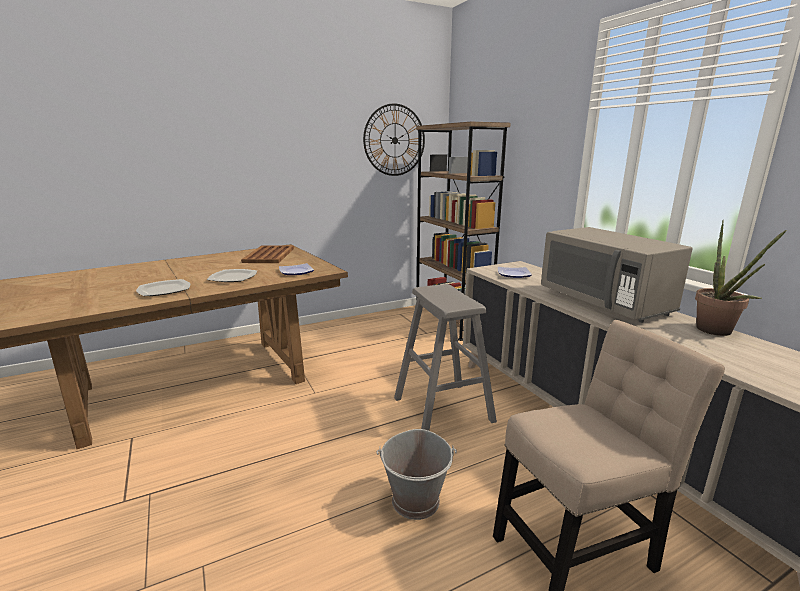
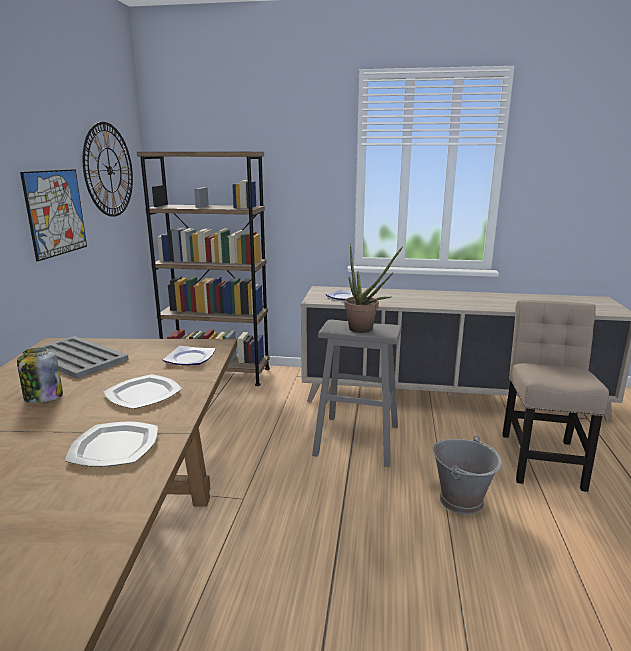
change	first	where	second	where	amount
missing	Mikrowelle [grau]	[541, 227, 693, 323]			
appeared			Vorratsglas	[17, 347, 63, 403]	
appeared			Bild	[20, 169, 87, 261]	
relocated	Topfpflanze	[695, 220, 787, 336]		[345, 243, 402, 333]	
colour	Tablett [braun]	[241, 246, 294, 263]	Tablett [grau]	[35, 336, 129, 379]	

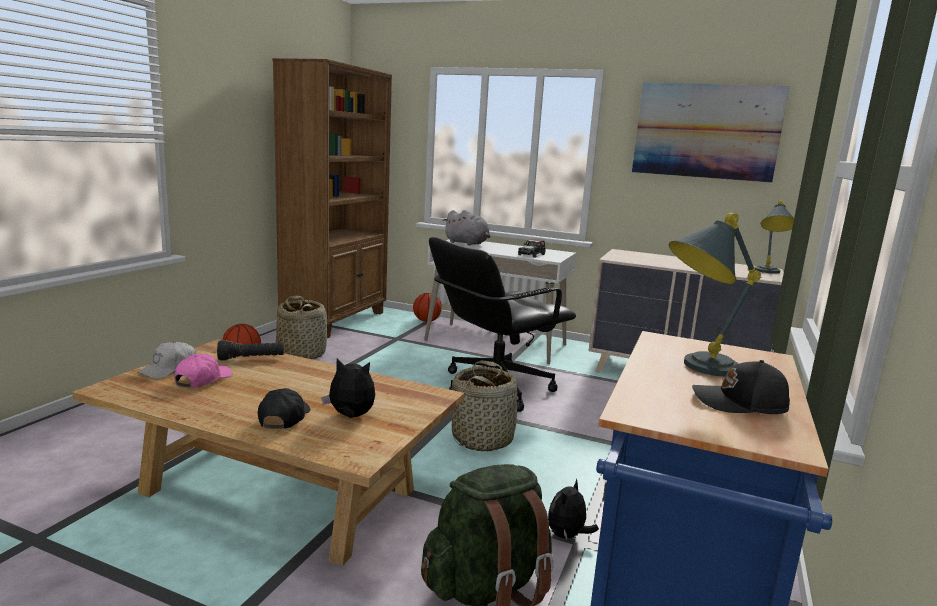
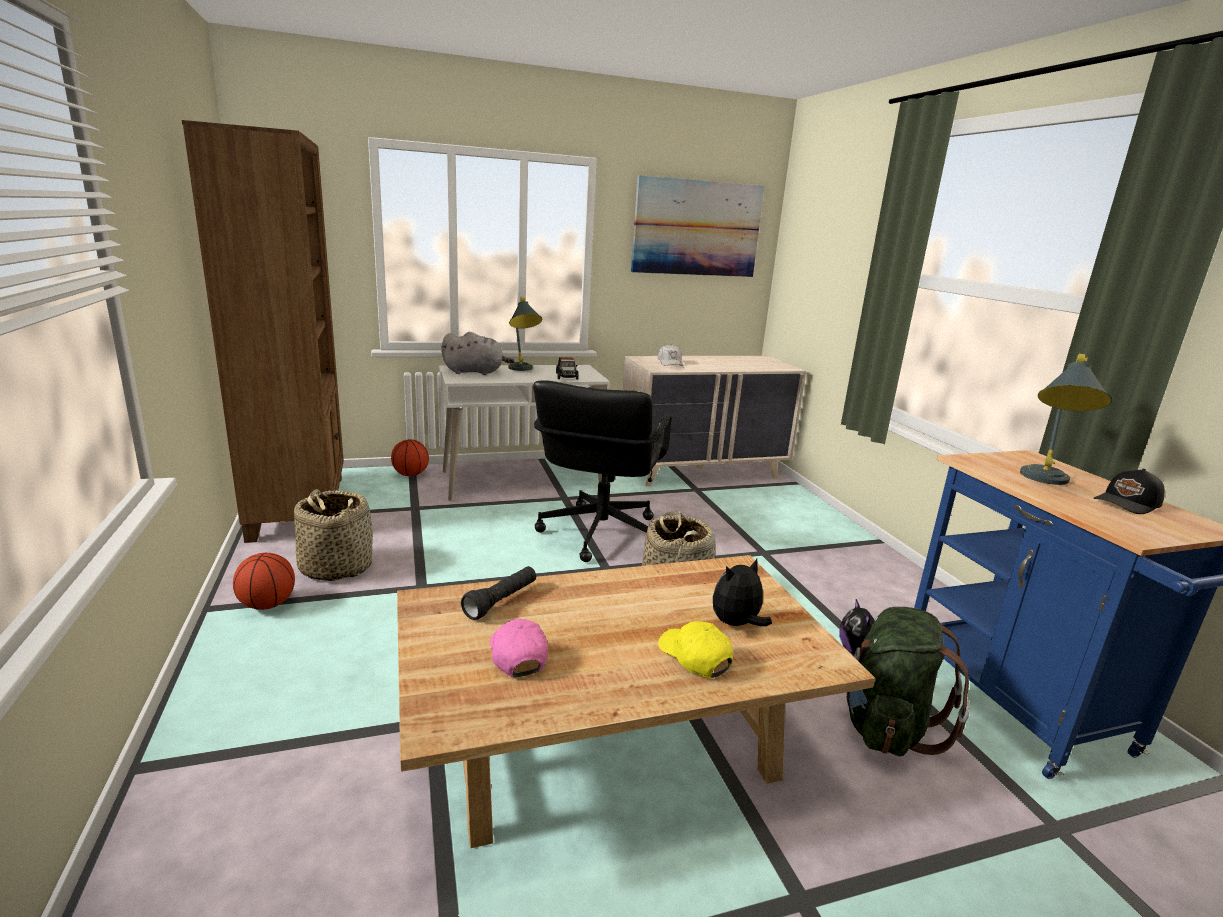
change	first	where	second	where	amount
relocated	Kappe [weiß]	[137, 341, 196, 379]		[658, 344, 684, 366]	
relocated	Tischlampe [grau]	[755, 200, 794, 274]		[508, 297, 542, 371]	
colour	Kappe [schwarz]	[258, 388, 310, 429]	Kappe [gelb]	[658, 621, 733, 678]	

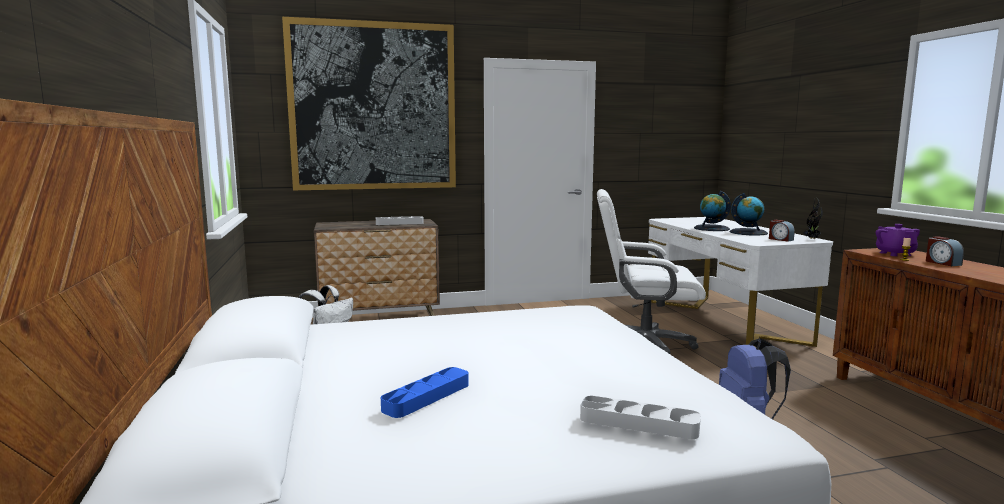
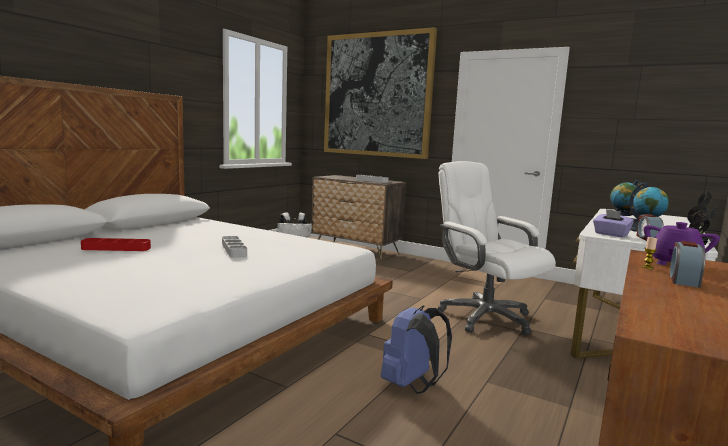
change	first	where	second	where	amount
appeared			Taschentuchbox [lila]	[593, 209, 634, 237]	
relocated	Tablett [grau]	[580, 396, 701, 439]		[222, 236, 247, 258]	
colour	Tablett [blau]	[381, 367, 469, 418]	Tablett [rot]	[81, 238, 151, 251]	

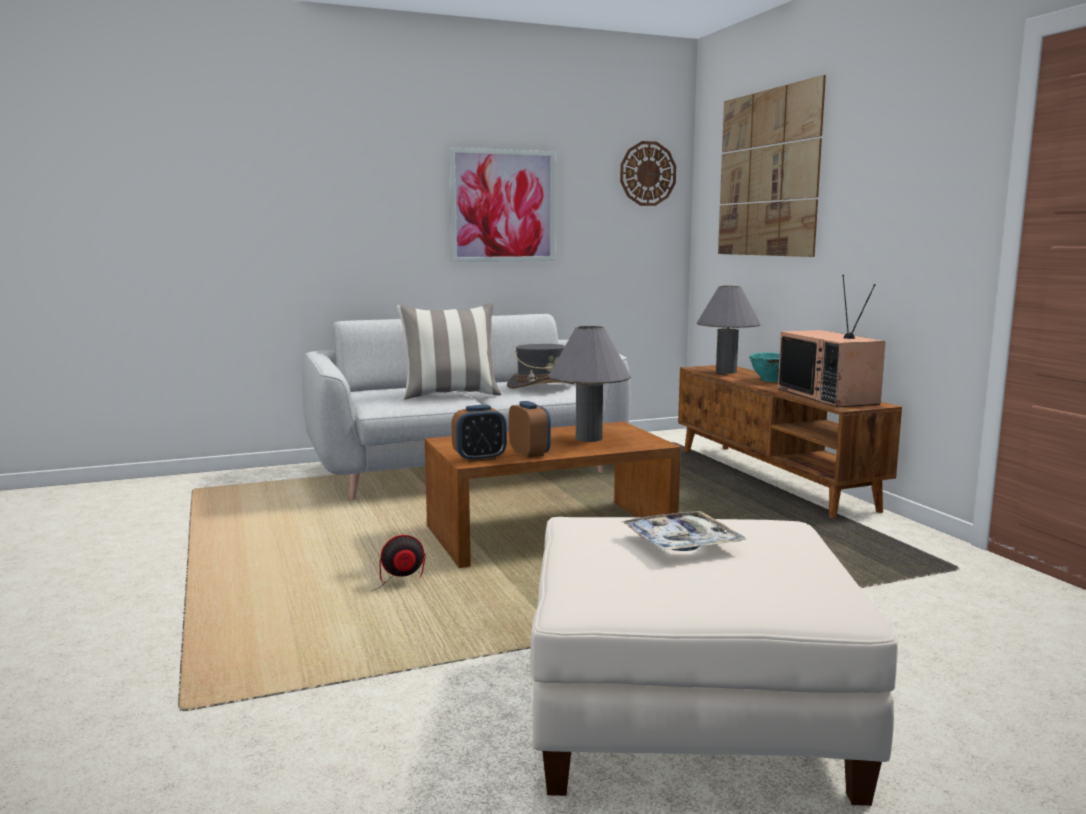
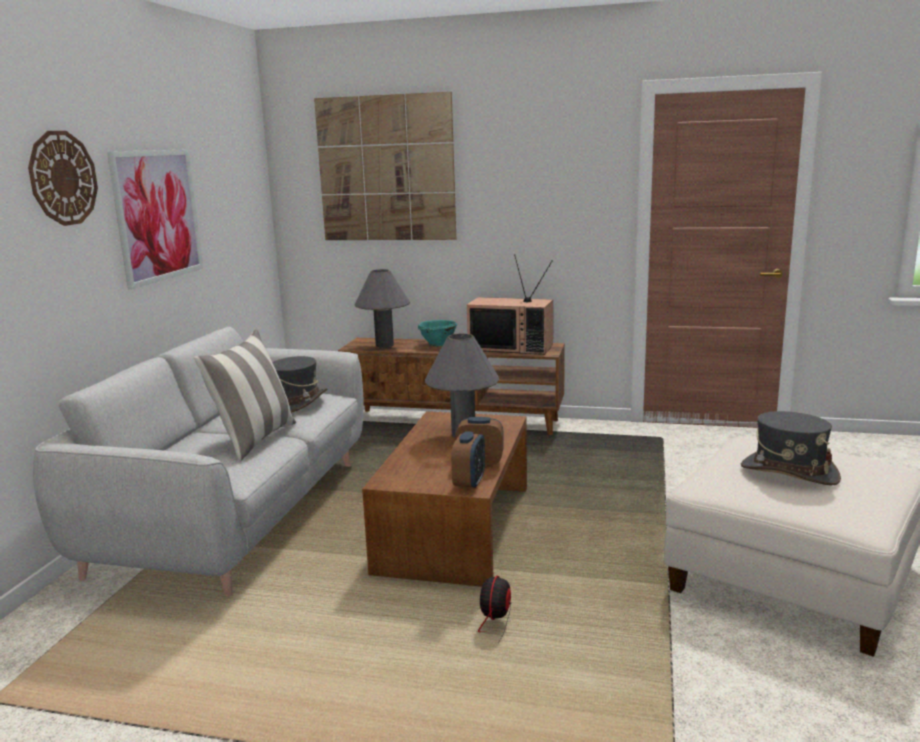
change	first	where	second	where	amount
relocated	Wanduhr	[620, 141, 676, 206]		[28, 131, 98, 226]	
exchanged	Tablett	[621, 511, 746, 552]	Hut [grau]	[741, 411, 841, 486]	

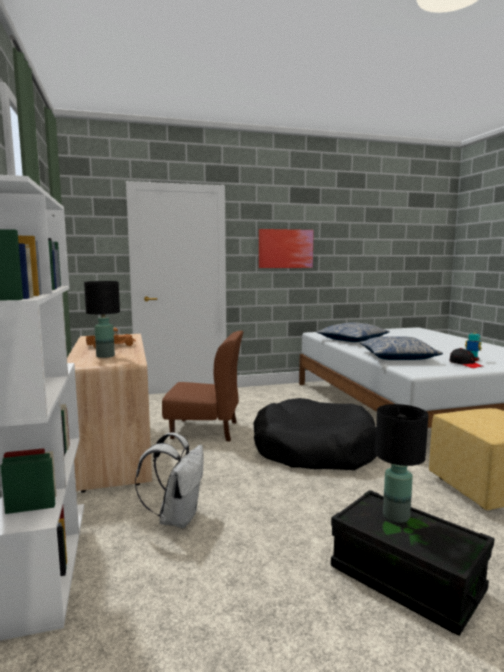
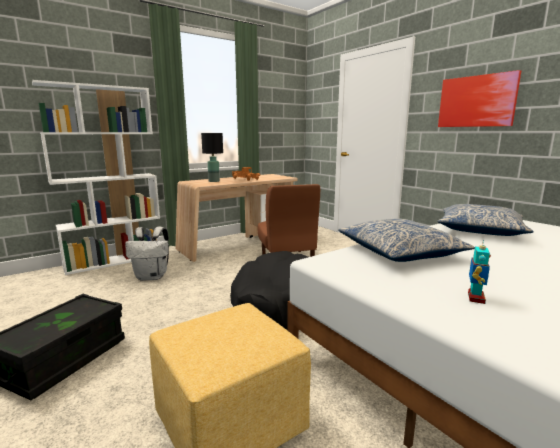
change	first	where	second	where	amount
missing	Tischlampe [schwarz]	[375, 404, 428, 523]			
missing	Kappe [schwarz]	[449, 348, 484, 368]			

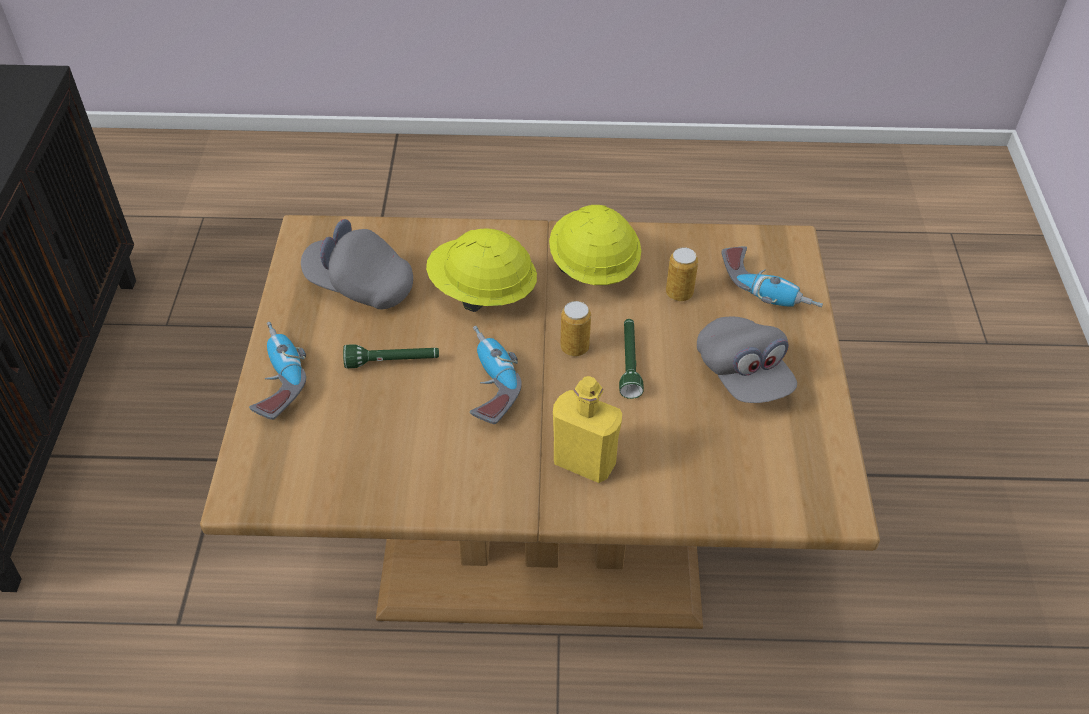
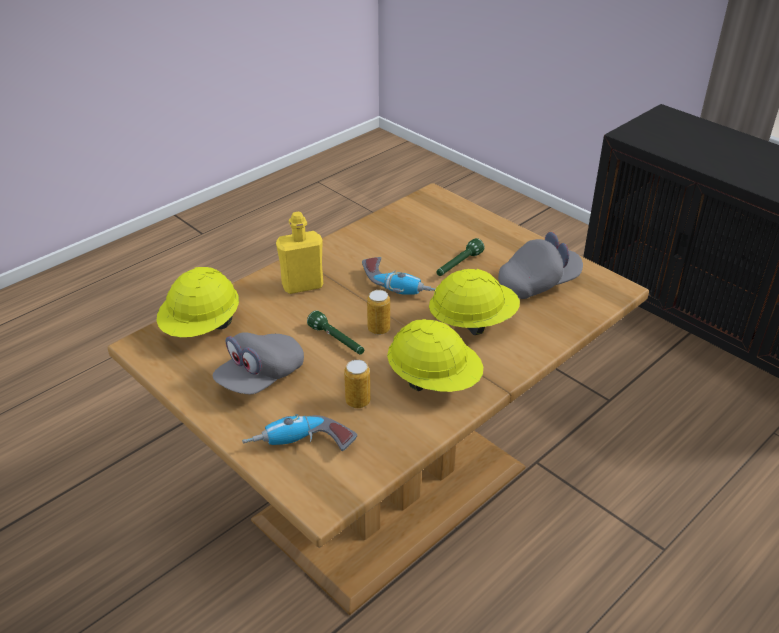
change	first	where	second	where	amount
missing	Bohrmaschine	[249, 322, 306, 420]			
appeared			Schutzhelm [gelb]	[157, 267, 239, 337]	
spun	Kappe [grau]	[697, 317, 797, 403]		[213, 332, 304, 394]	75 degrees counterclockwise

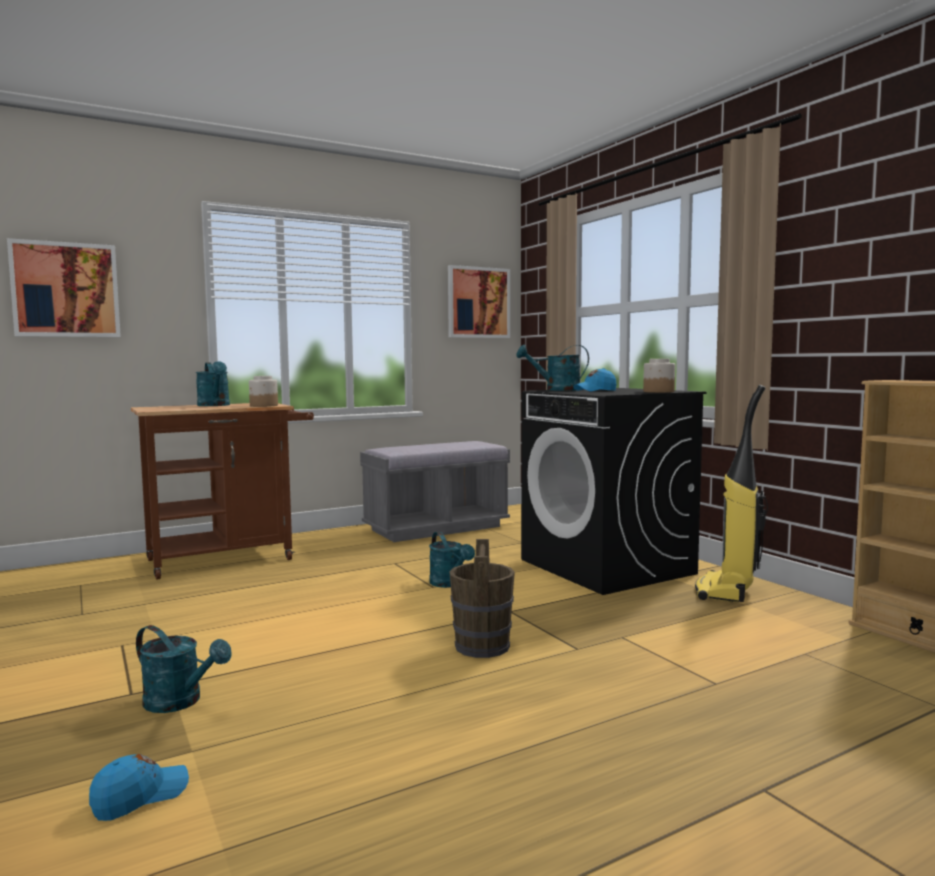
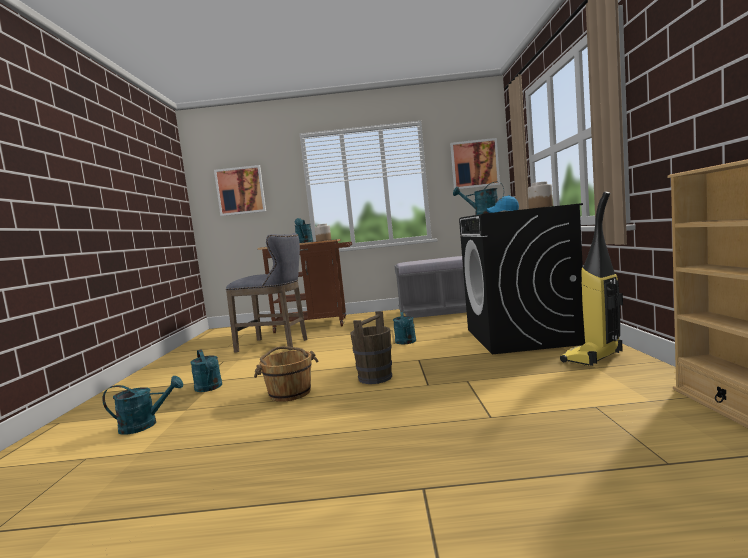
change	first	where	second	where	amount
appeared			Hocker [grau]	[226, 233, 308, 352]	
appeared			Eimer [braun]	[254, 346, 319, 402]	
exchanged	Kappe [blau]	[89, 754, 189, 821]	Gießkanne [türkis]	[102, 376, 183, 435]	

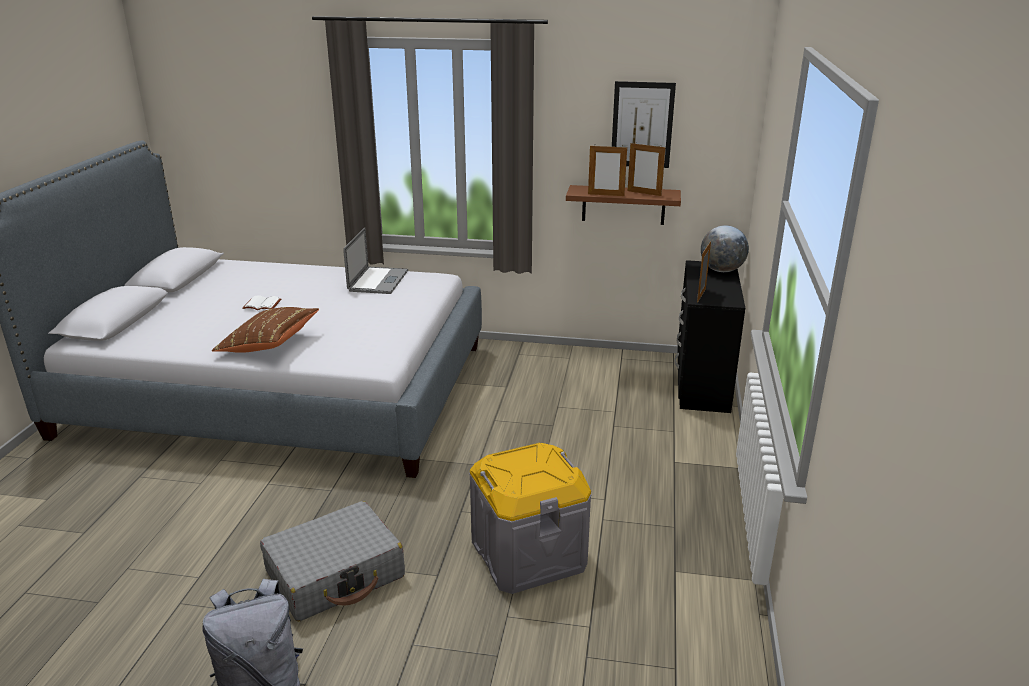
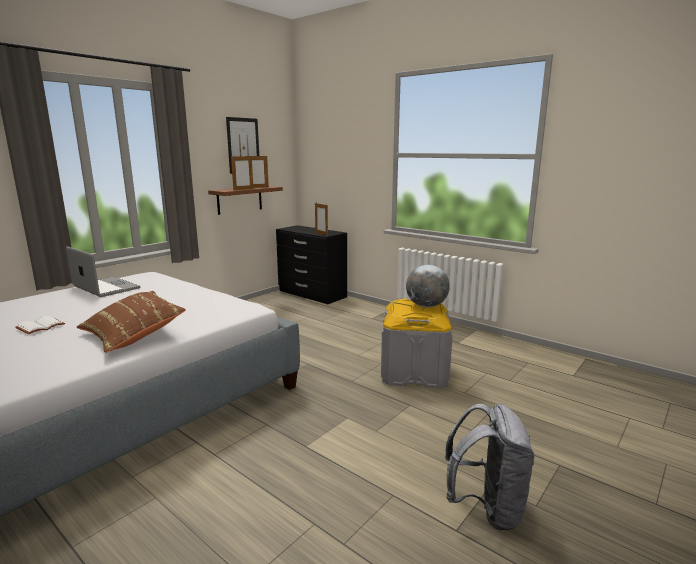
change	first	where	second	where	amount
missing	Koffer [grau]	[260, 501, 405, 621]			
relocated	Globus	[701, 225, 749, 272]		[406, 265, 450, 308]	

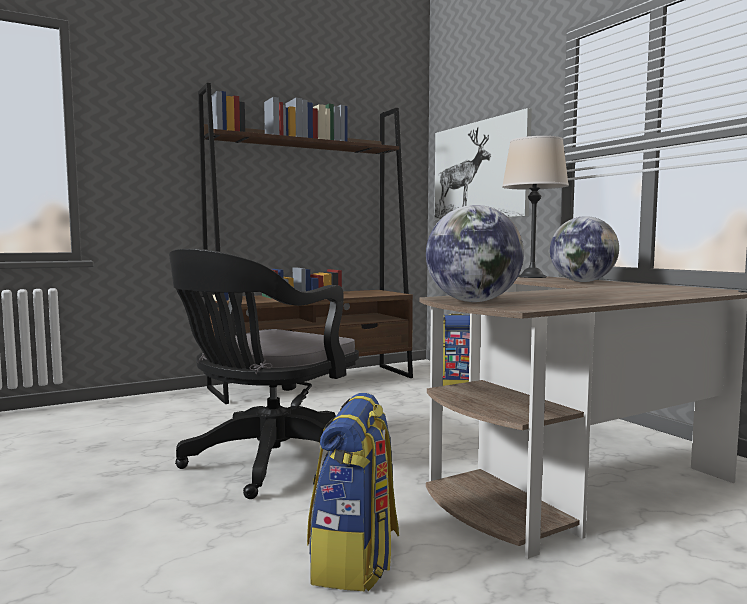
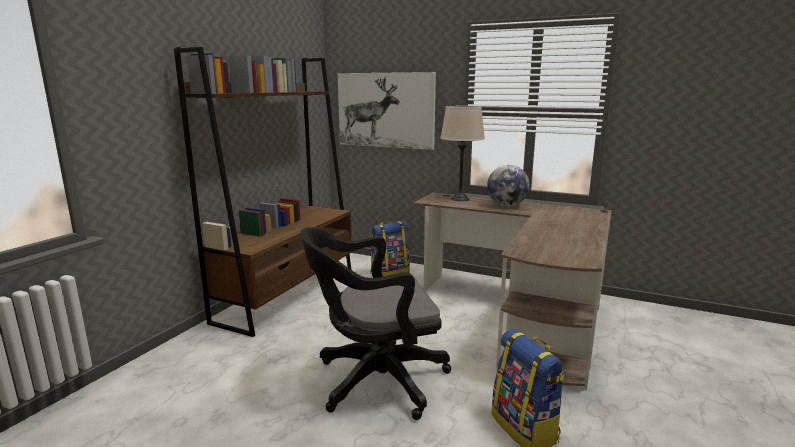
change	first	where	second	where	amount
missing	Globus	[426, 205, 524, 302]			
spun	Bürostuhl [schwarz]	[169, 248, 359, 499]		[300, 227, 451, 420]	75 degrees clockwise

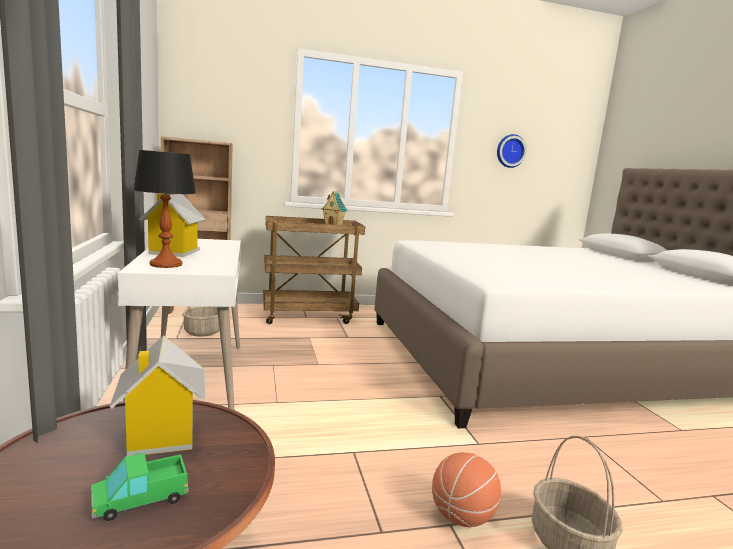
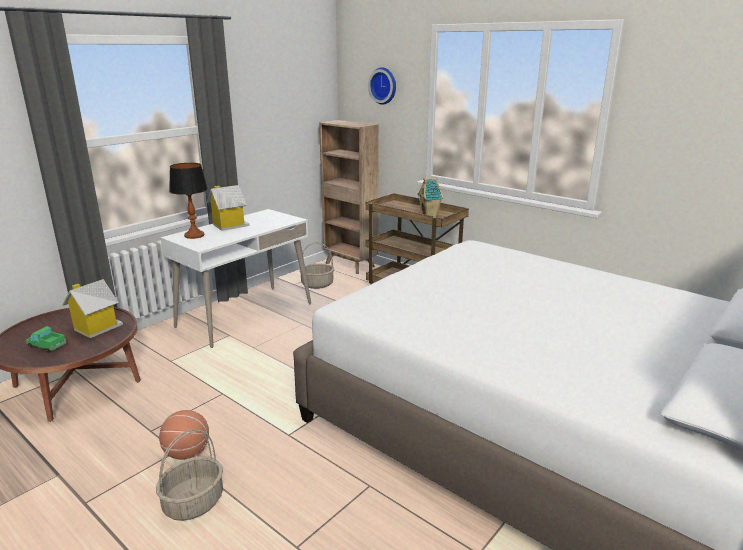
change	first	where	second	where	amount
relocated	Wanduhr	[497, 134, 527, 168]		[368, 67, 396, 105]	

